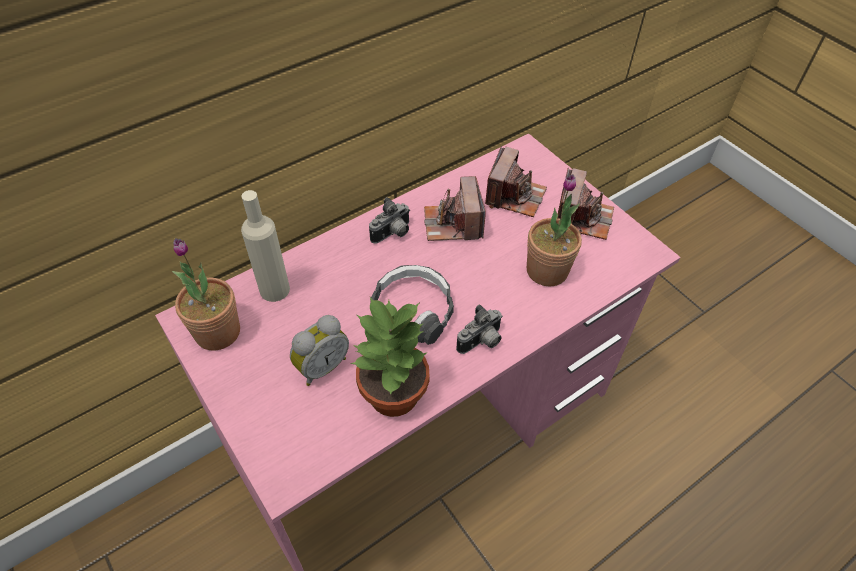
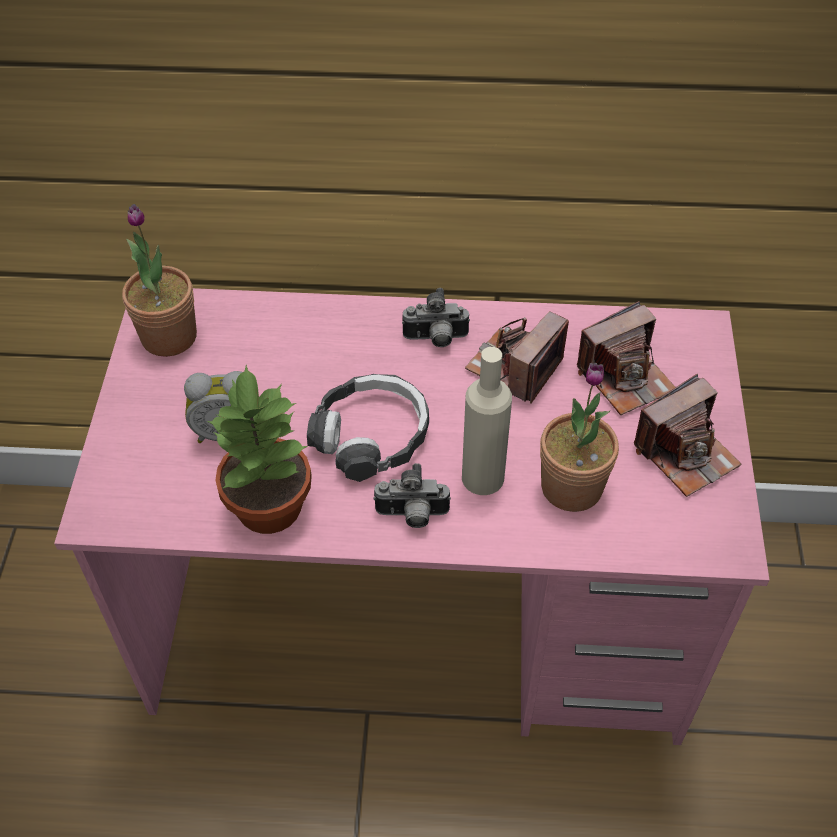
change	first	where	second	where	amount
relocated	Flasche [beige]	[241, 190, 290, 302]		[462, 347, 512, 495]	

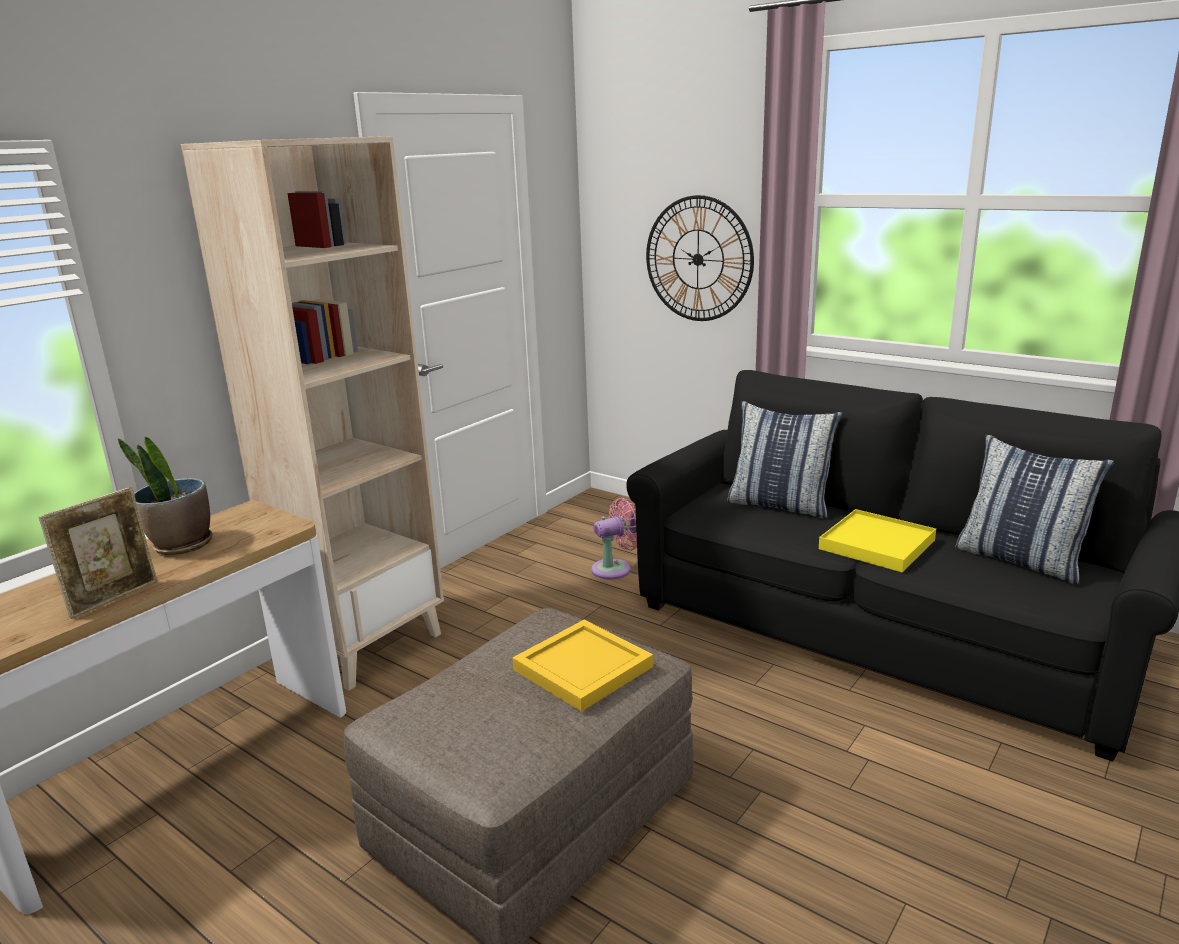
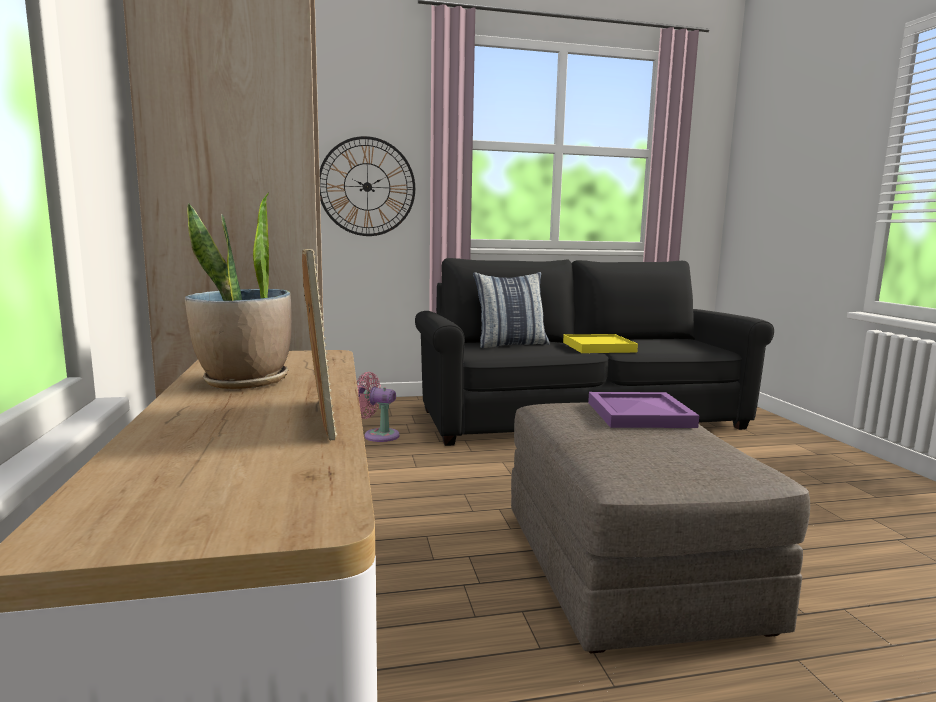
change	first	where	second	where	amount
missing	Kissen	[955, 434, 1114, 585]			
colour	Tablett [gelb]	[512, 620, 653, 712]	Tablett [lila]	[588, 392, 699, 428]	
spun	Ventilator [rosa]	[591, 498, 637, 580]		[357, 372, 400, 442]	90 degrees counterclockwise

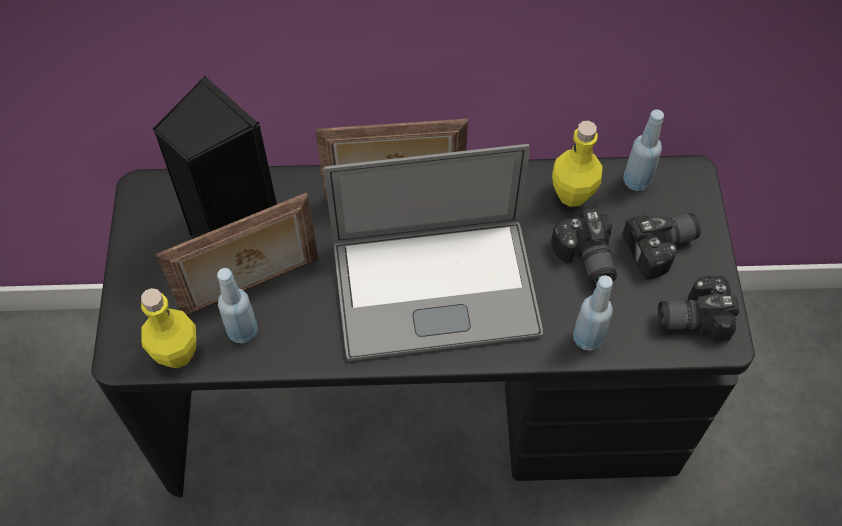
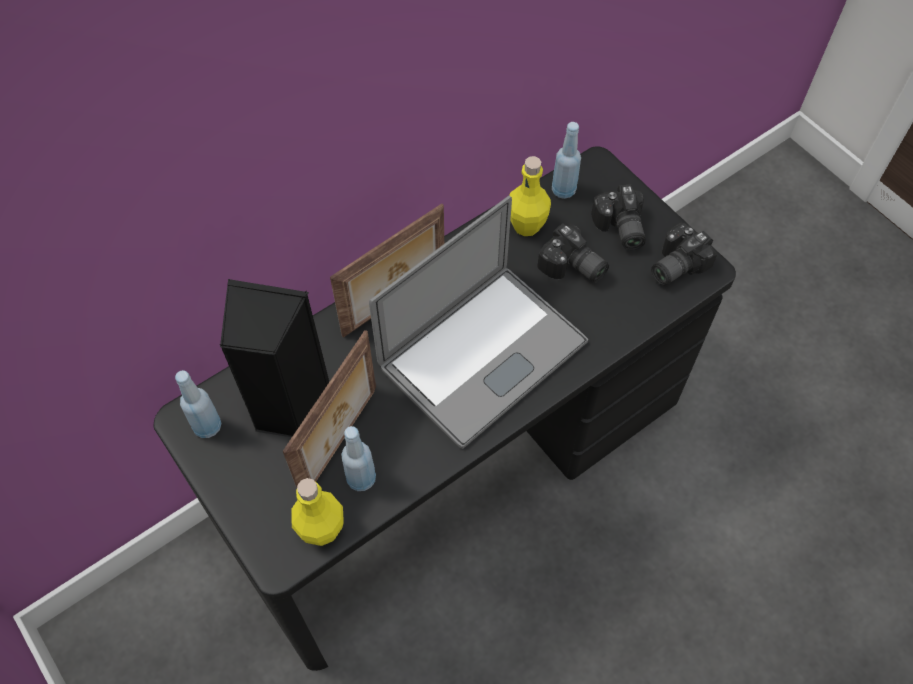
change	first	where	second	where	amount
relocated	Flasche [blau]	[573, 275, 613, 351]		[175, 370, 222, 438]	
spun	Kamera	[623, 213, 701, 280]		[591, 185, 646, 250]	135 degrees clockwise

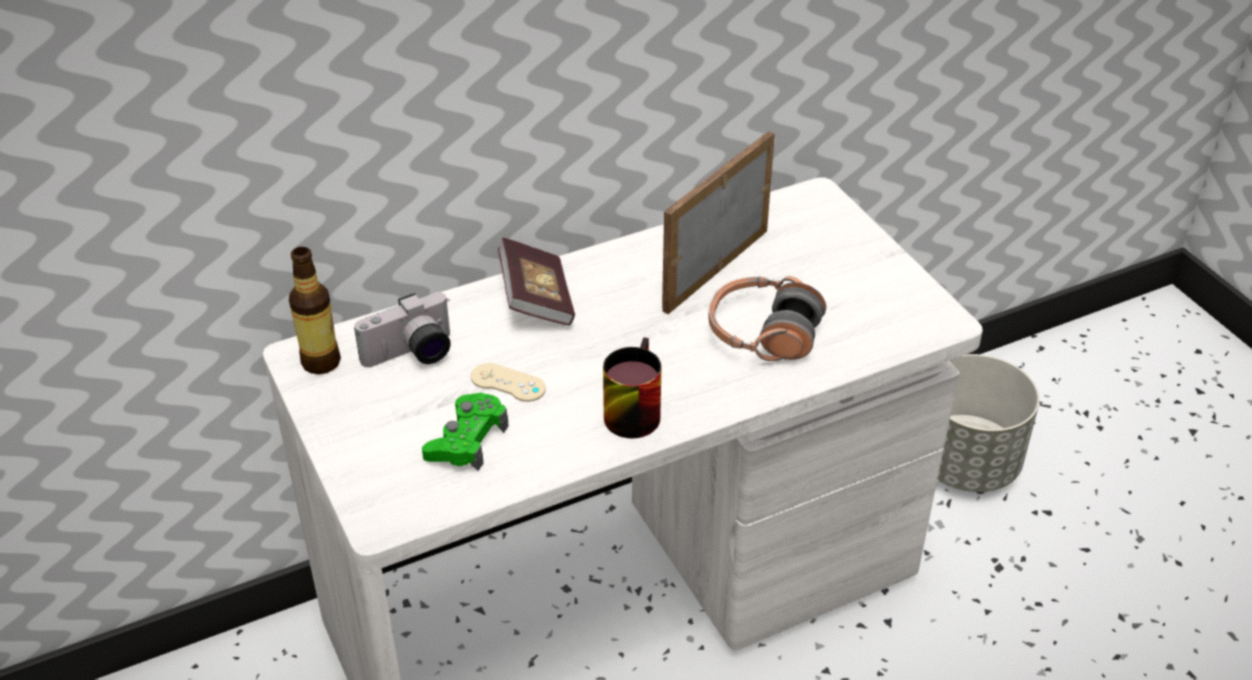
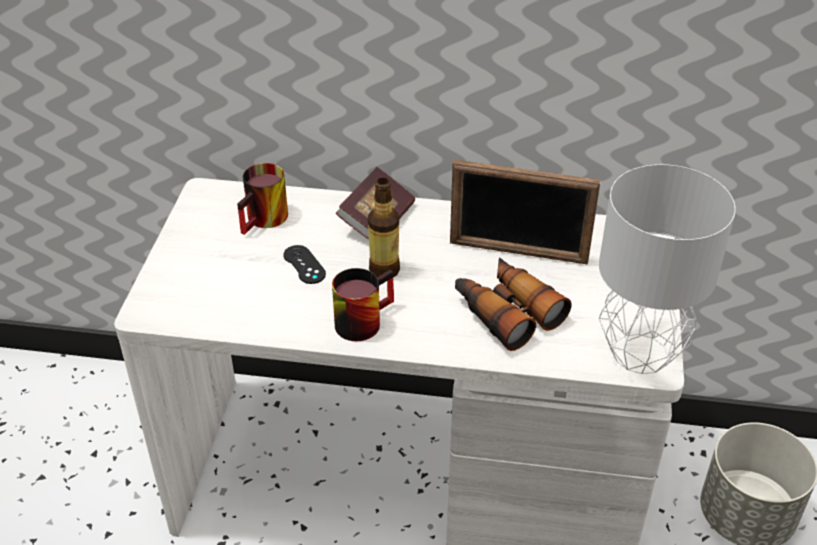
change	first	where	second	where	amount
missing	Gamepad [grün]	[422, 393, 509, 471]			
appeared			Tischlampe [grau]	[599, 164, 736, 374]	
relocated	Flasche	[289, 247, 341, 374]		[368, 178, 400, 278]	
exchanged	Kamera	[354, 292, 451, 367]	Henkelbecher	[237, 163, 288, 235]	
exchanged	Kopfhörer	[709, 276, 826, 361]	Fernglas	[455, 258, 572, 351]	
colour	Gamepad [beige]	[471, 363, 546, 402]	Gamepad [schwarz]	[283, 245, 326, 284]	
spun	Bilderrahmen	[662, 131, 775, 314]		[450, 160, 601, 265]	150 degrees counterclockwise

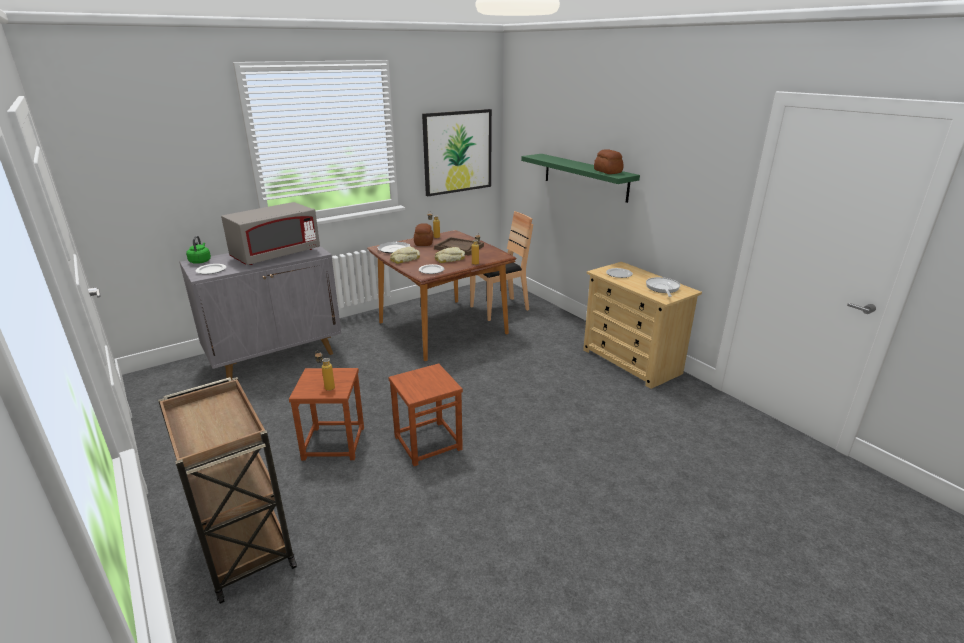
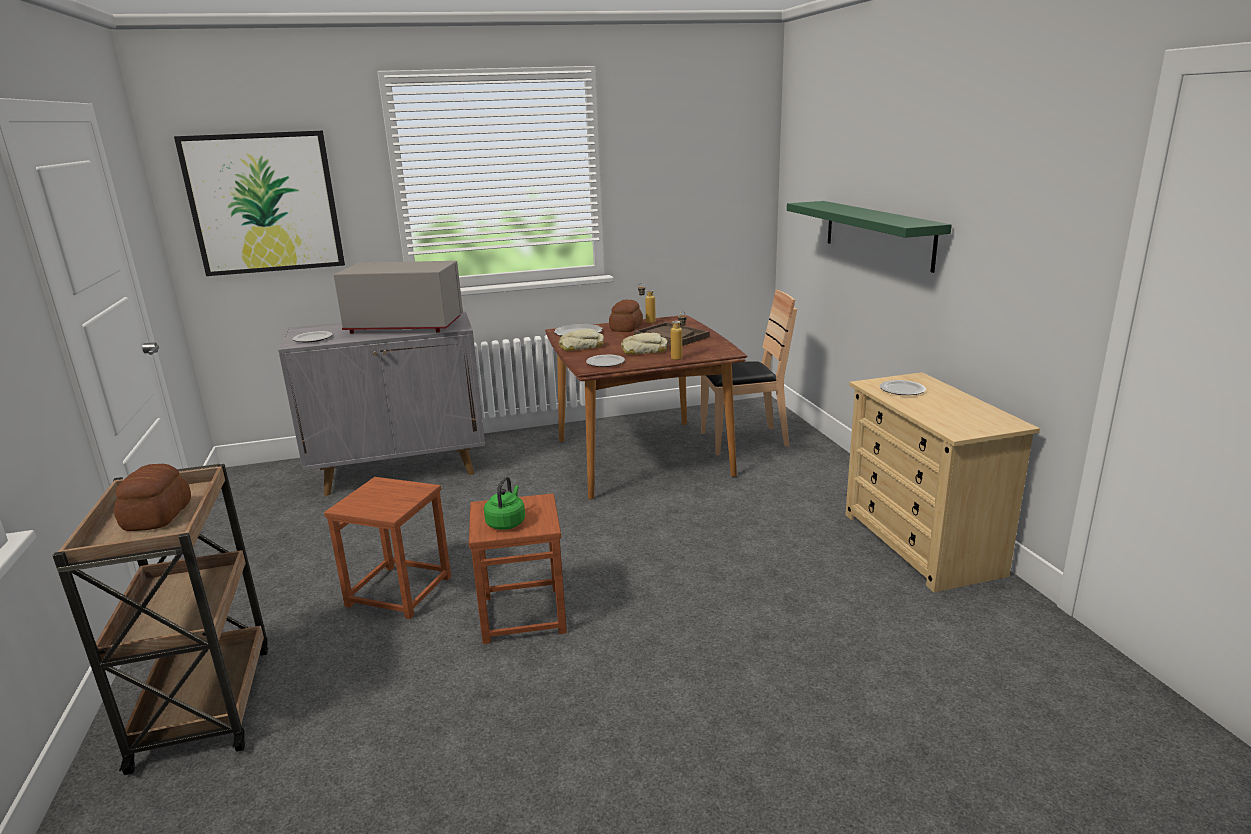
change	first	where	second	where	amount
missing	Flasche	[315, 351, 335, 391]			
missing	Pfanne	[646, 277, 680, 297]			
relocated	Wasserkessel [grün]	[186, 236, 211, 264]		[484, 476, 525, 530]	
relocated	Bild	[422, 109, 492, 196]		[174, 130, 345, 276]	
relocated	Brot	[594, 149, 624, 174]		[114, 464, 191, 531]	
spun	Mikrowelle [grau]	[221, 202, 320, 265]		[334, 261, 463, 334]	150 degrees counterclockwise

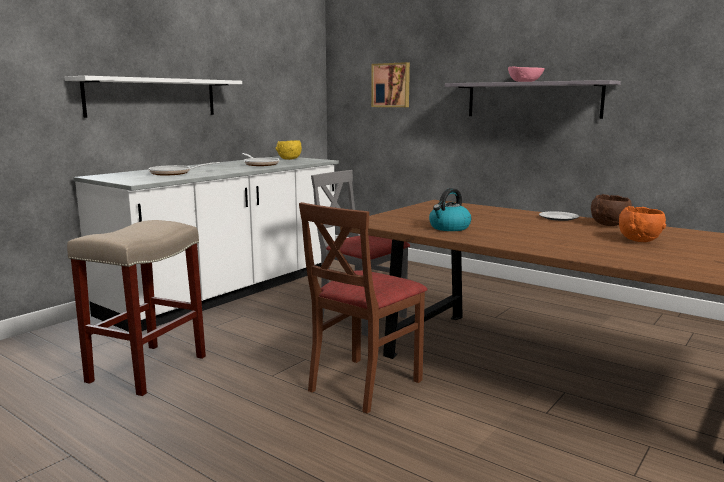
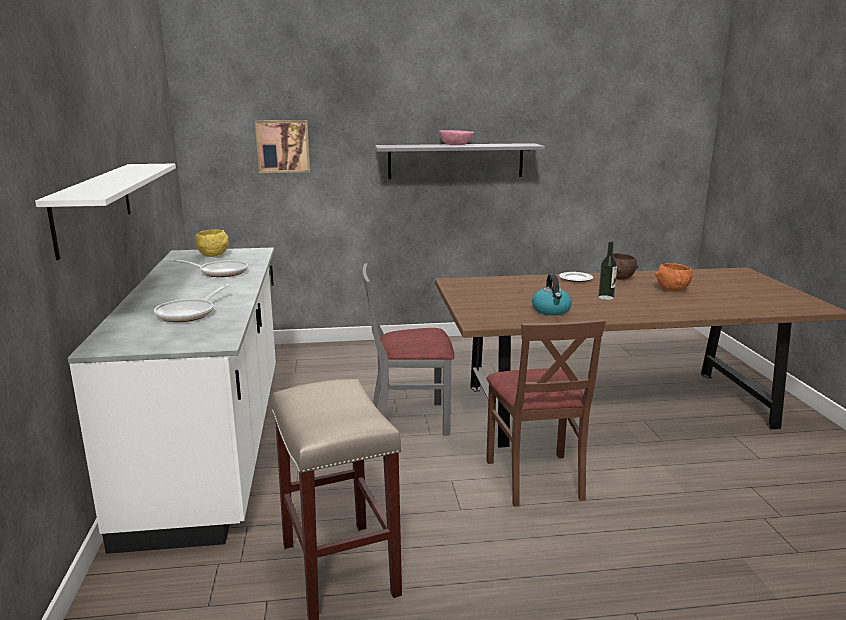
change	first	where	second	where	amount
appeared			Flasche	[598, 241, 617, 300]	

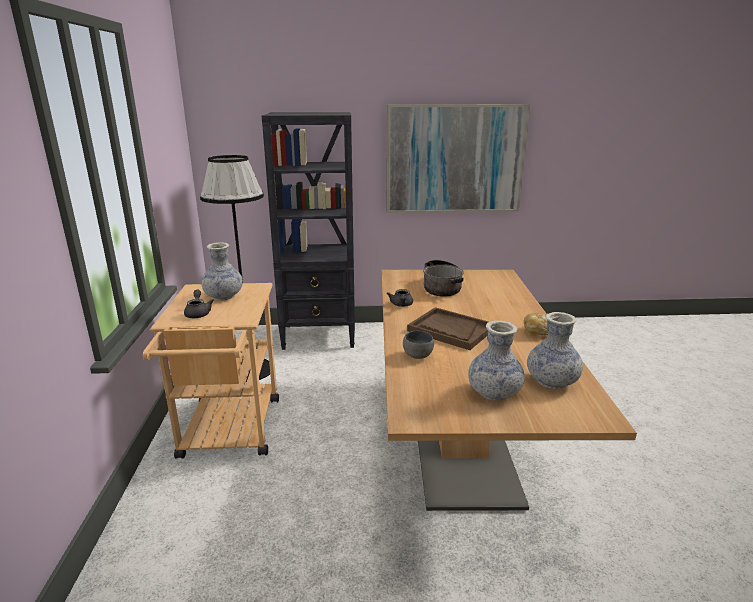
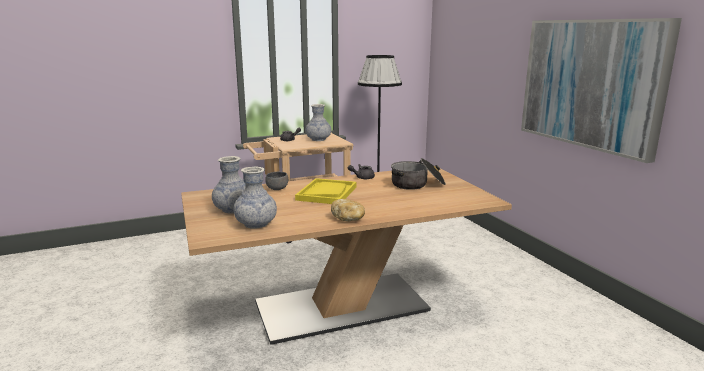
change	first	where	second	where	amount
missing	Bücherregal [schwarz]	[262, 112, 355, 350]			
colour	Tablett [braun]	[407, 307, 488, 350]	Tablett [gelb]	[295, 178, 357, 204]	

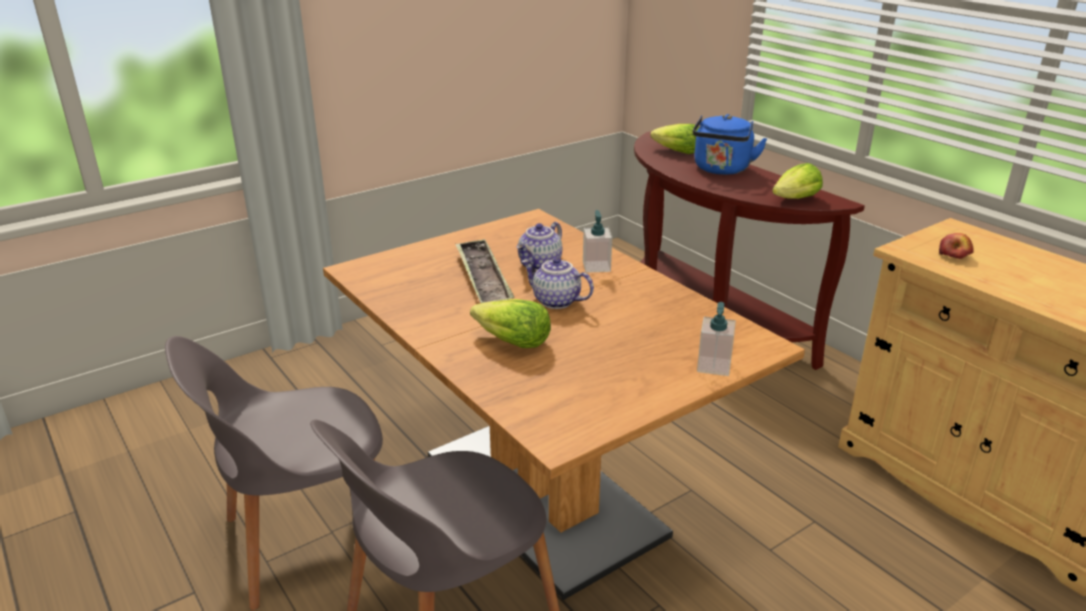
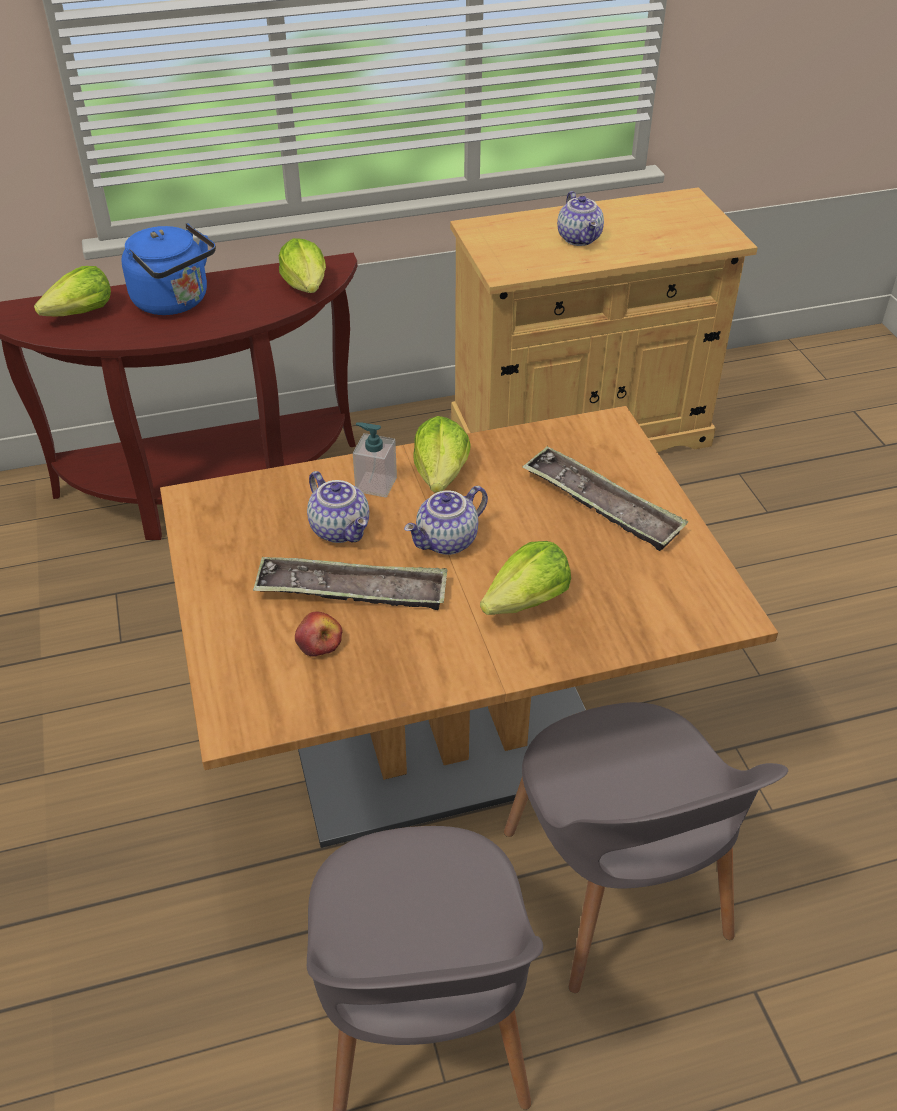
change	first	where	second	where	amount
missing	Seifenspender	[697, 302, 736, 376]			
appeared			Salatkopf	[413, 416, 470, 493]	
appeared			Tablett	[522, 446, 688, 551]	
appeared			Teekanne	[557, 191, 604, 246]	
relocated	Apfel	[939, 233, 974, 259]		[295, 611, 343, 656]	

